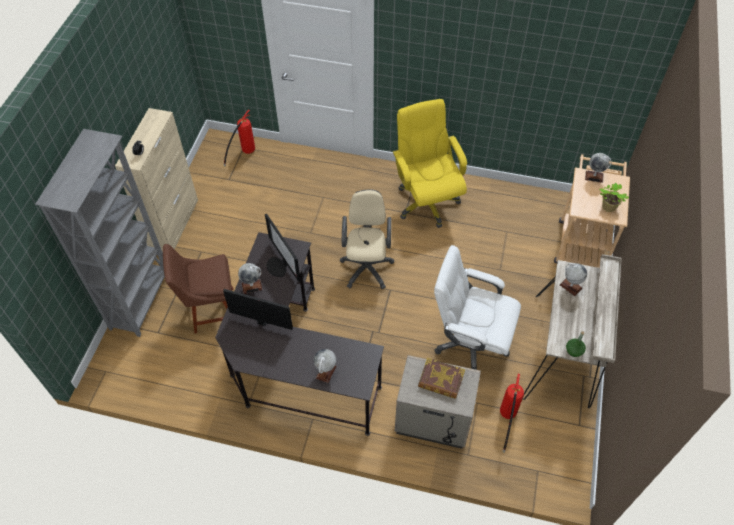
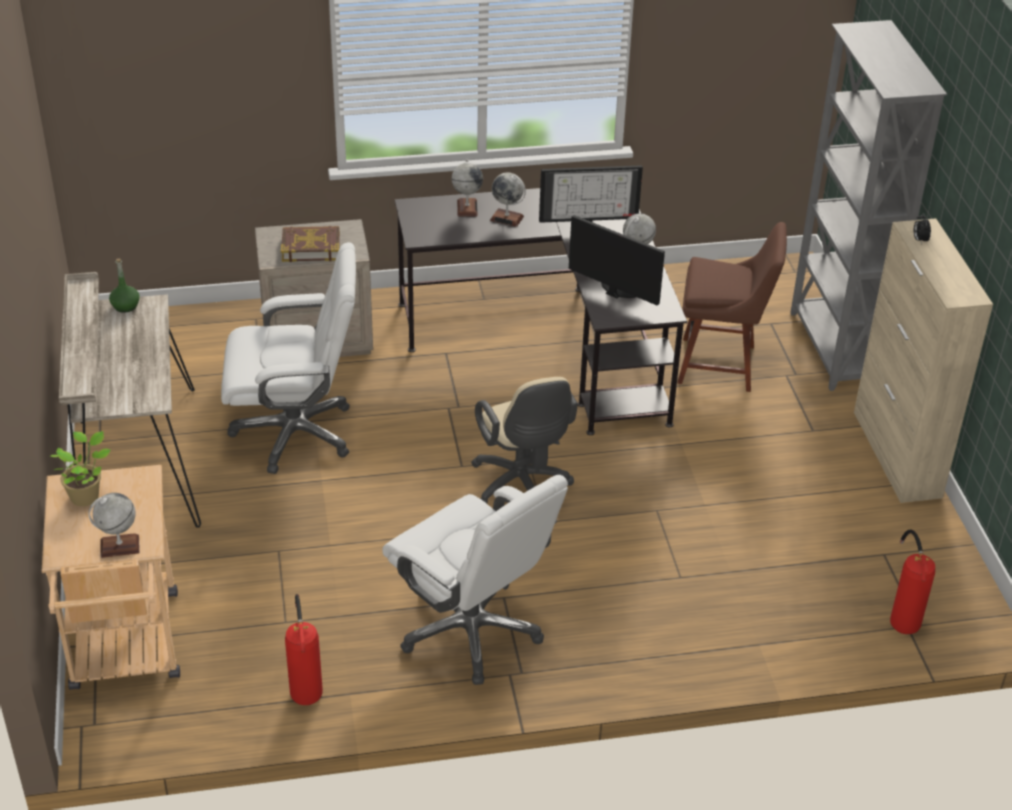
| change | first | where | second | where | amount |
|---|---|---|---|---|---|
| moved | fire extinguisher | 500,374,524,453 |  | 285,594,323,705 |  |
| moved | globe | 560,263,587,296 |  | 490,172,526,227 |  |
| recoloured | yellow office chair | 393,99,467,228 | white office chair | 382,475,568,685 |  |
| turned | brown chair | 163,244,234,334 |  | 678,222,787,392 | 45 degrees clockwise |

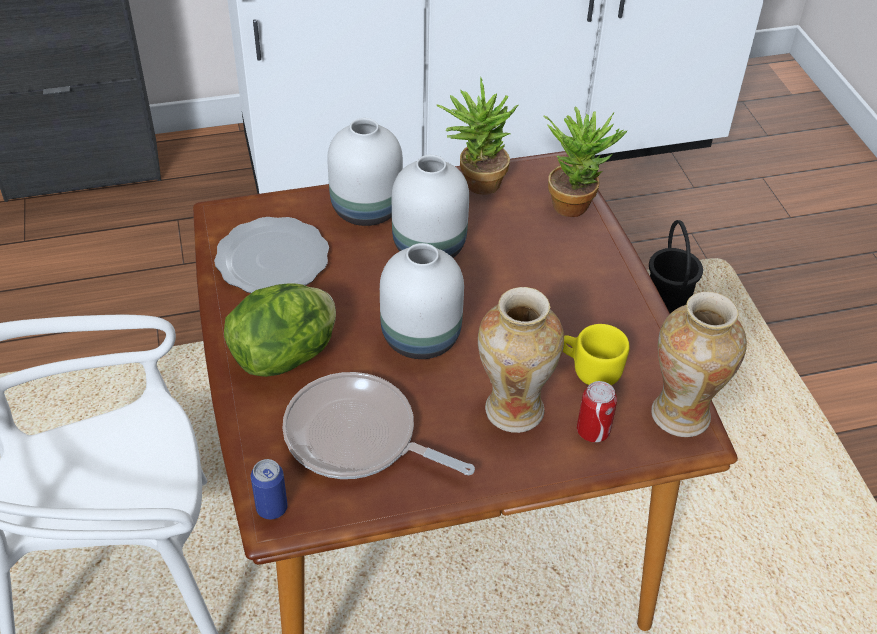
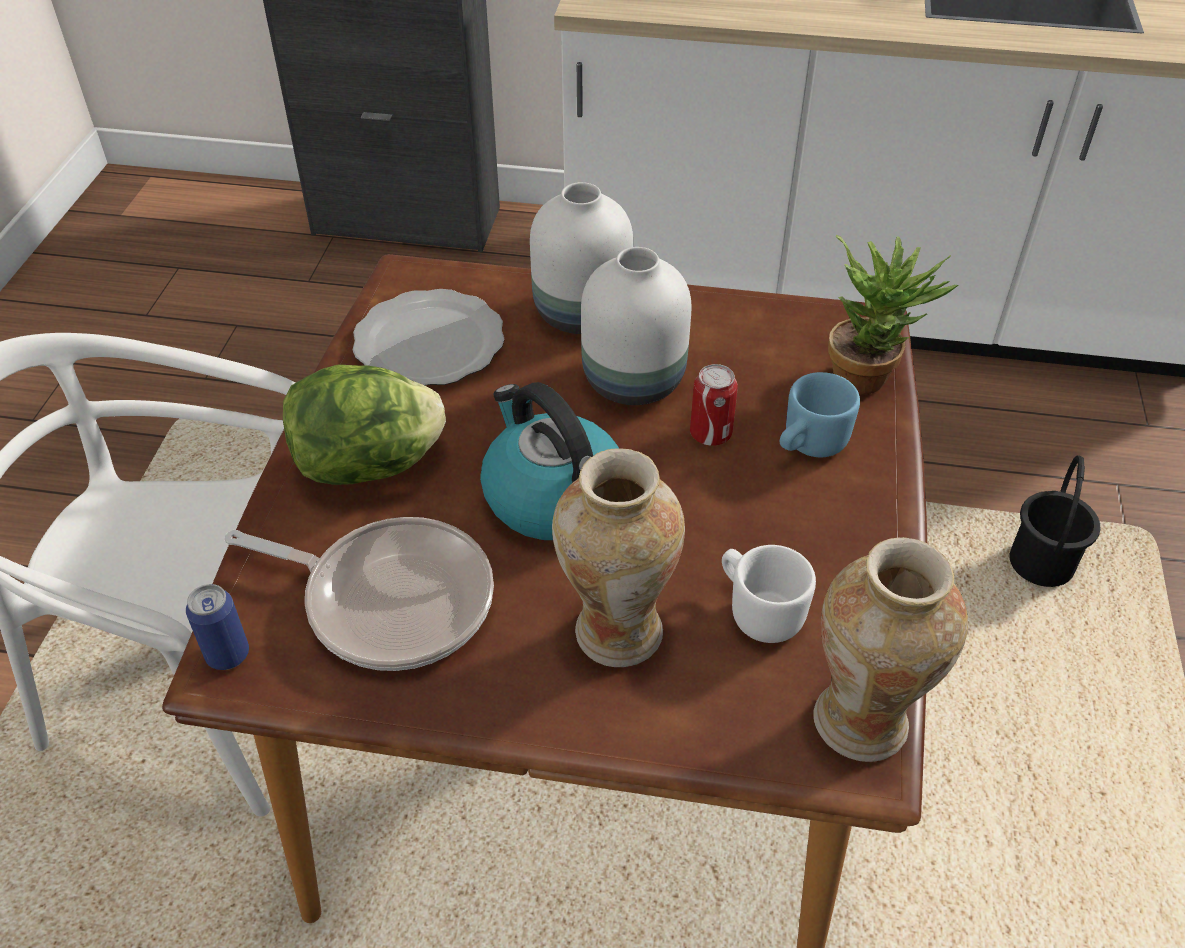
| change | first | where | second | where | amount |
|---|---|---|---|---|---|
| removed | potted plant | 436,77,519,195 |  |  |  |
| added |  |  | blue mug | 780,372,860,457 |  |
| moved | can | 577,381,617,442 |  | 690,364,738,446 |  |
| replaced | white vase | 380,243,464,359 | kettle | 480,382,619,540 |  |
| recoloured | yellow mug | 563,324,630,385 | white mug | 722,545,816,643 |  |
| turned | frying pan | 283,372,475,479 |  | 225,517,494,671 | 150 degrees clockwise |

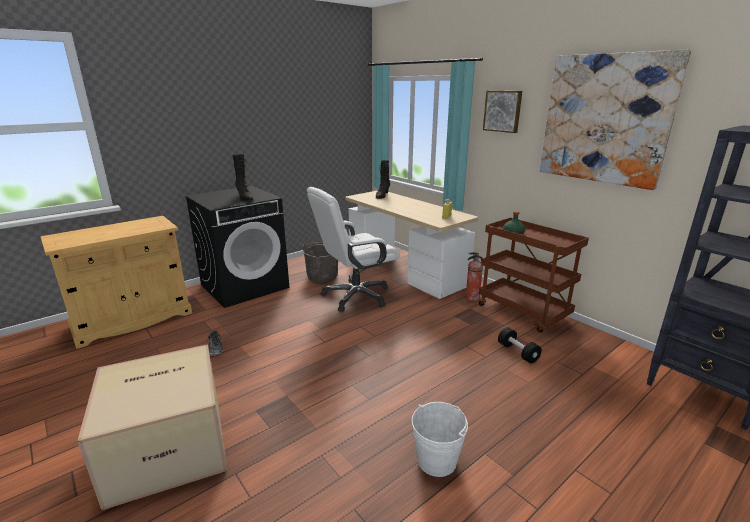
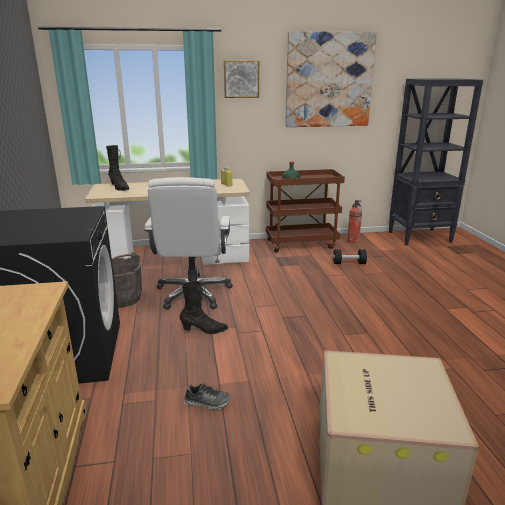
| change | first | where | second | where | amount |
|---|---|---|---|---|---|
| removed | white bucket | 412,402,468,477 |  |  |  |
| moved | black boot | 233,154,254,201 |  | 180,281,228,334 |  |
| moved | fire extinguisher | 466,252,483,301 |  | 347,200,362,243 |  |

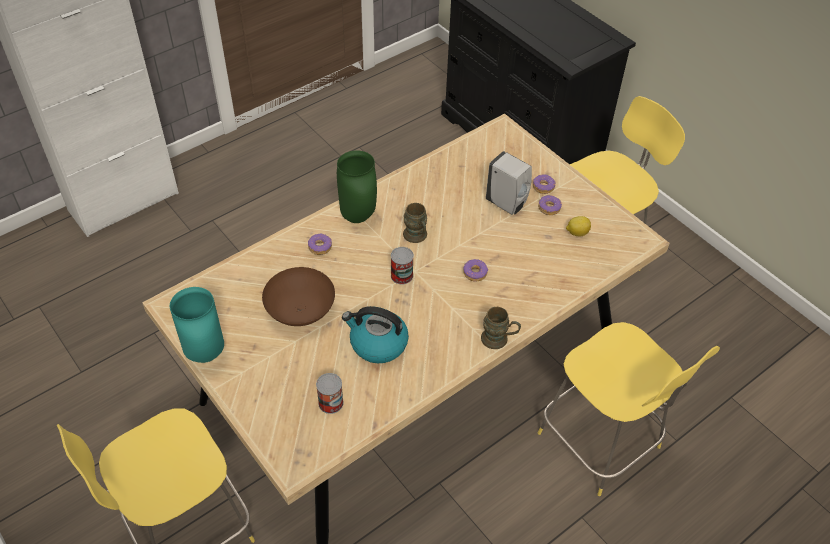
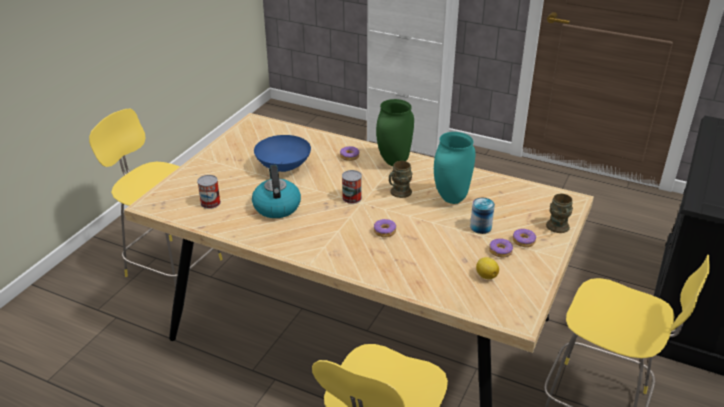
| change | first | where | second | where | amount |
|---|---|---|---|---|---|
| moved | turquoise vase | 170,287,224,363 |  | 434,132,475,204 |  |
| moved | brown mug | 481,307,521,349 |  | 546,194,573,233 |  |
| replaced | white soap dispenser | 486,151,532,215 | can | 470,198,495,234 |  |
| recoloured | brown bowl | 262,267,335,326 | blue bowl | 254,135,311,172 |  |

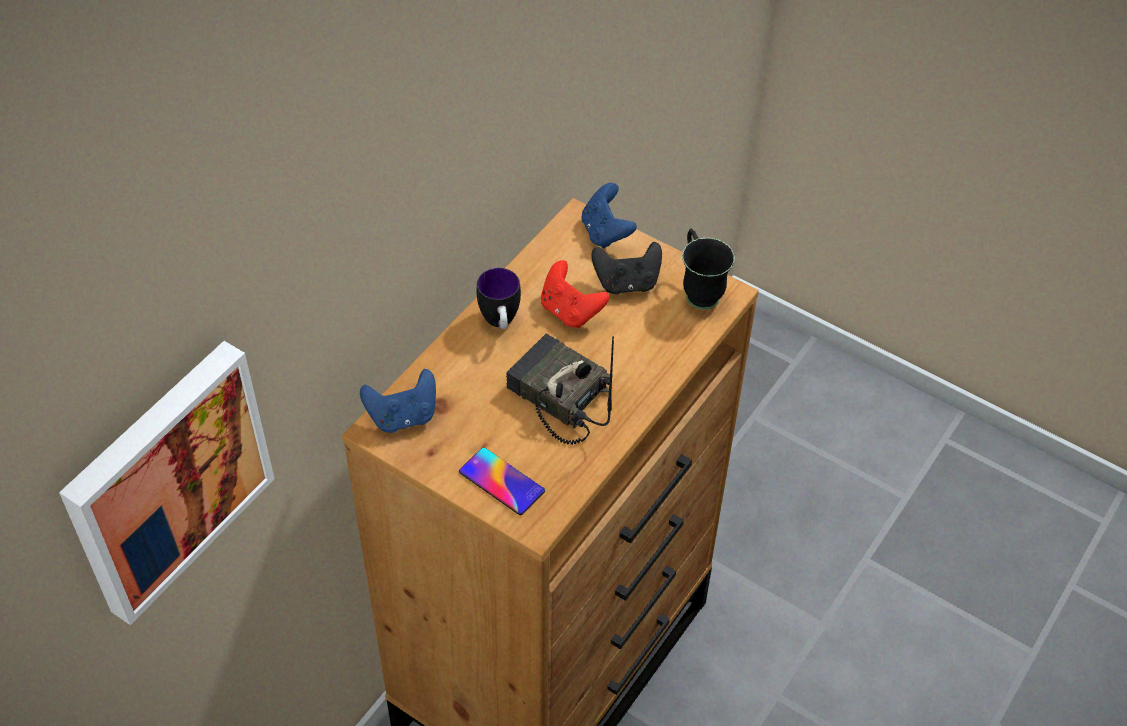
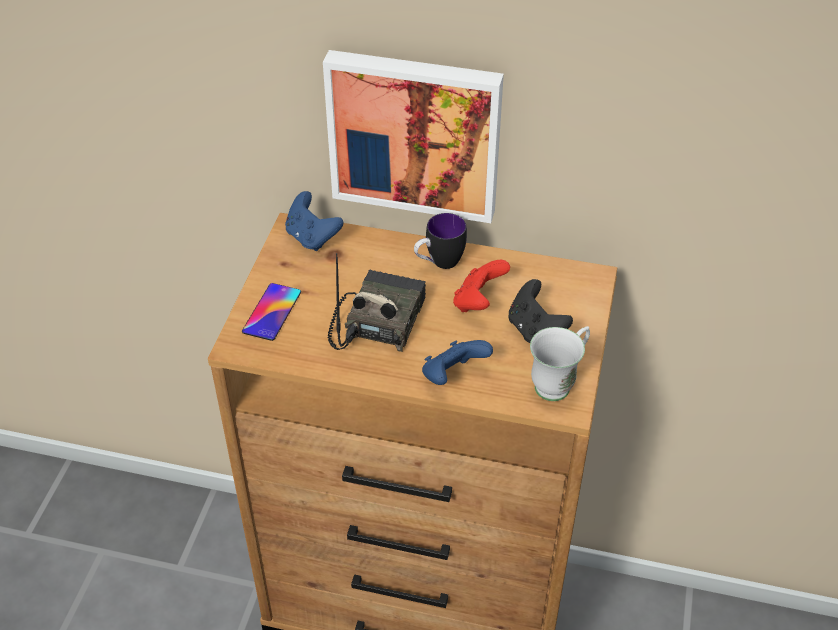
| change | first | where | second | where | amount |
|---|---|---|---|---|---|
| moved | picture | 59,341,275,625 |  | 323,50,504,223 |  |
| moved | blue game controller | 581,183,637,249 |  | 422,340,493,385 |  |
| recoloured | black mug | 682,229,735,310 | white mug | 530,326,590,401 |  |

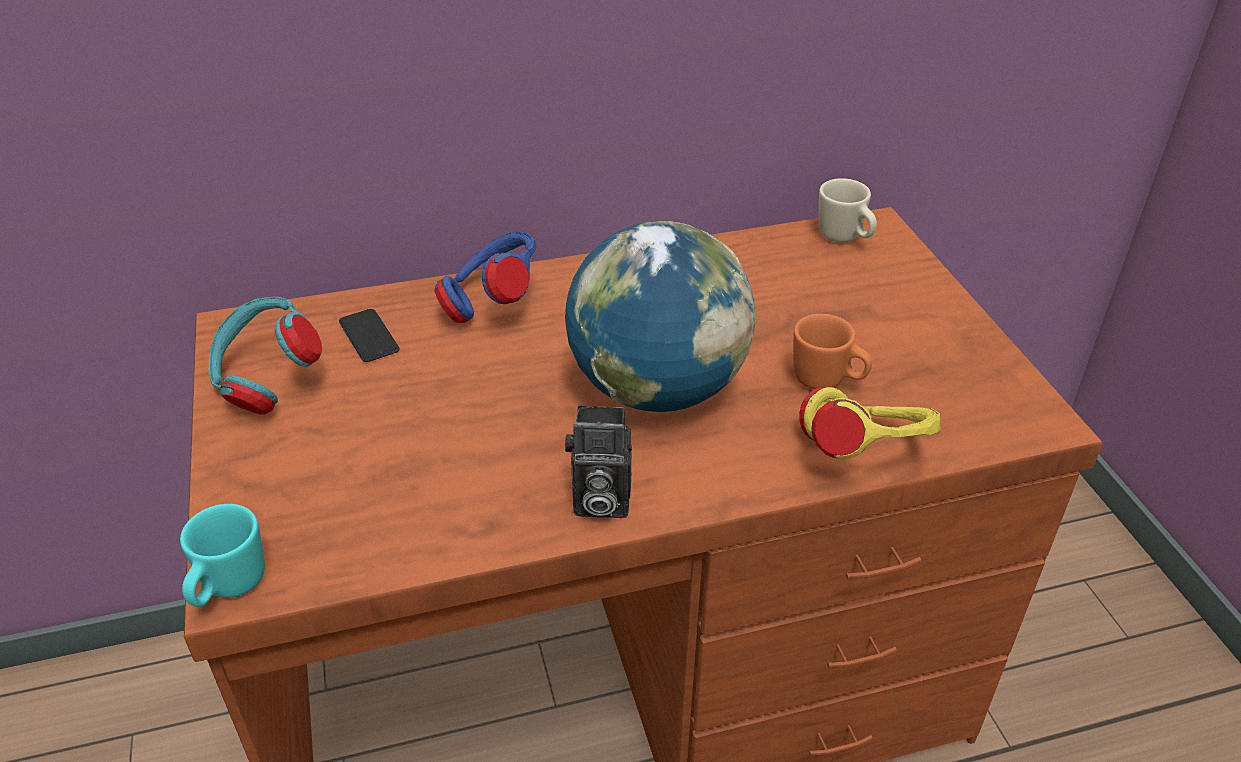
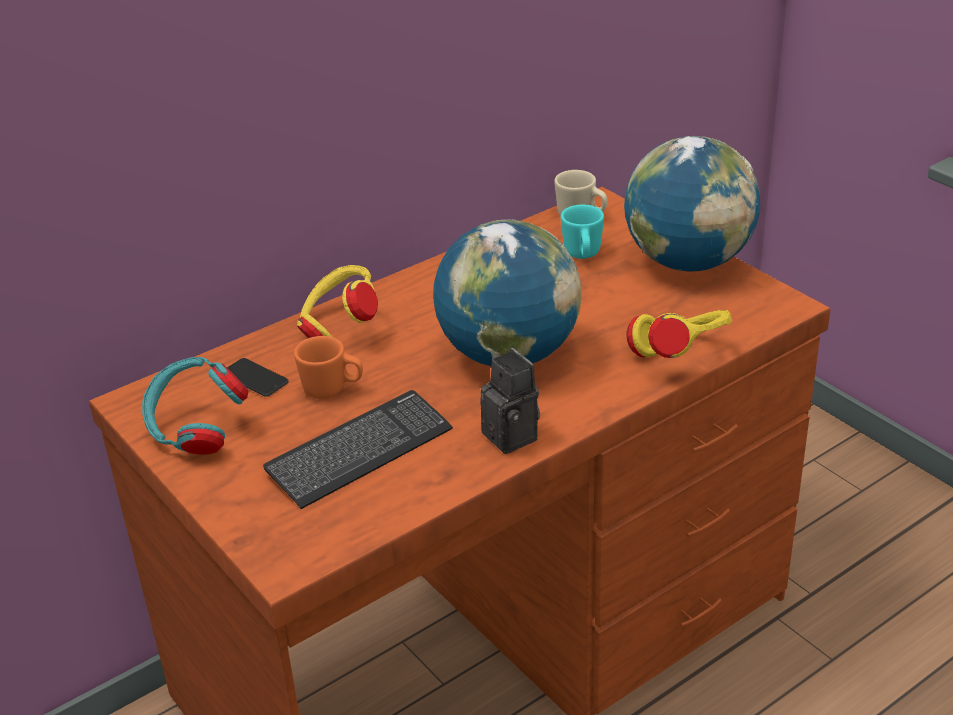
| change | first | where | second | where | amount |
|---|---|---|---|---|---|
| added |  |  | keyboard | 263,390,453,509 |  |
| added |  |  | globe | 624,136,760,272 |  |
| moved | turquoise mug | 180,504,265,607 |  | 561,205,604,259 |  |
| moved | orange mug | 793,314,872,389 |  | 294,336,363,399 |  |
| recoloured | blue headphones | 434,232,537,323 | yellow headphones | 297,265,378,338 |  |
| turned | photo camera | 565,405,632,518 |  | 480,348,540,454 | 105 degrees counterclockwise |

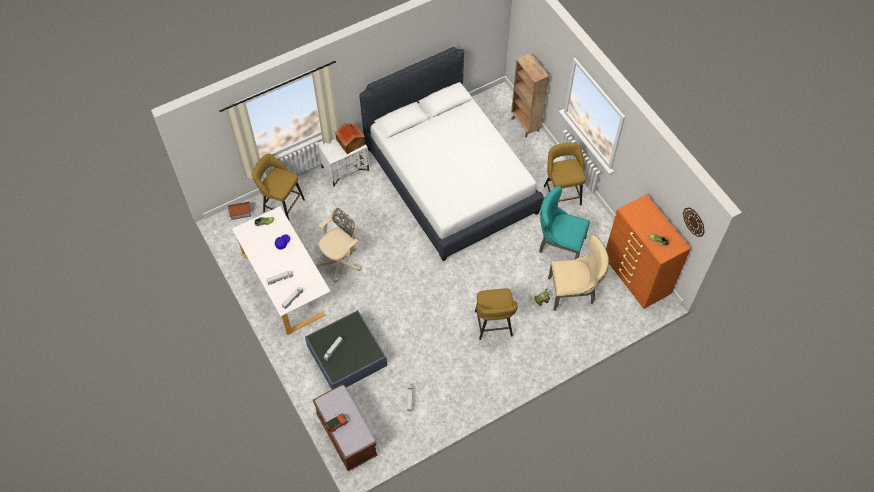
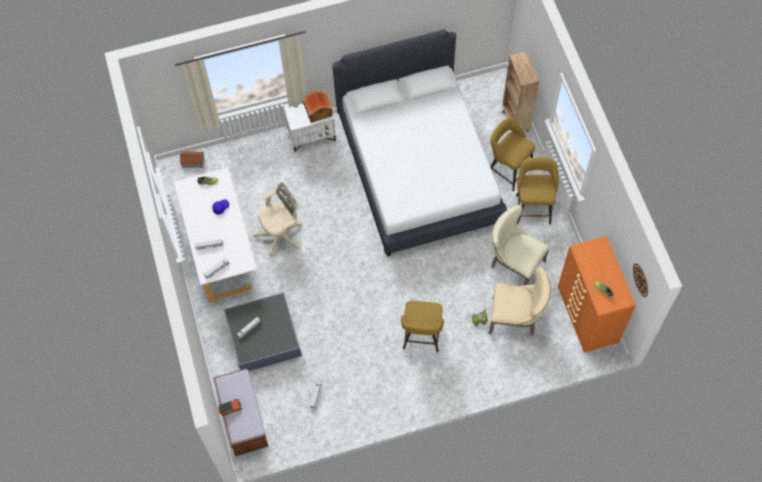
| change | first | where | second | where | amount |
|---|---|---|---|---|---|
| moved | yellow stool | 252,154,305,222 |  | 490,117,535,191 |  |
| recoloured | turquoise chair | 539,186,590,259 | beige chair | 491,205,550,285 |  |

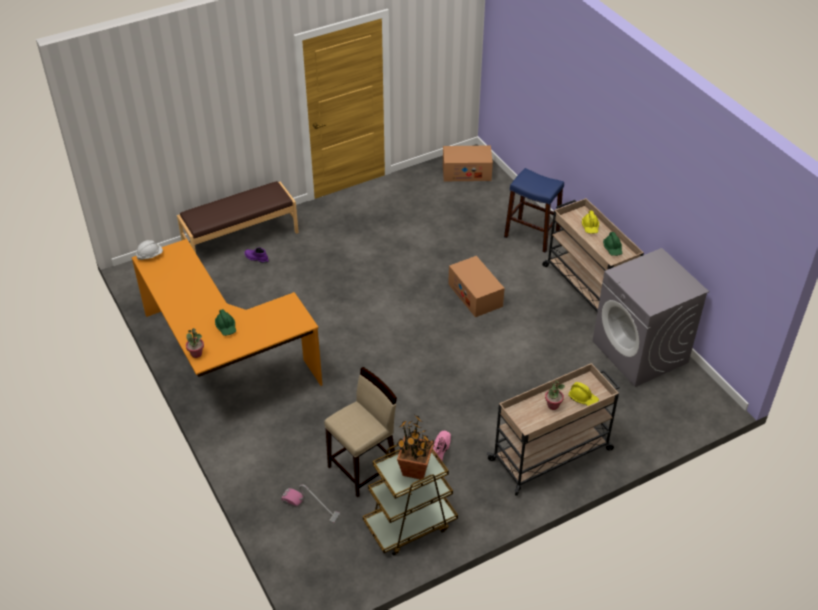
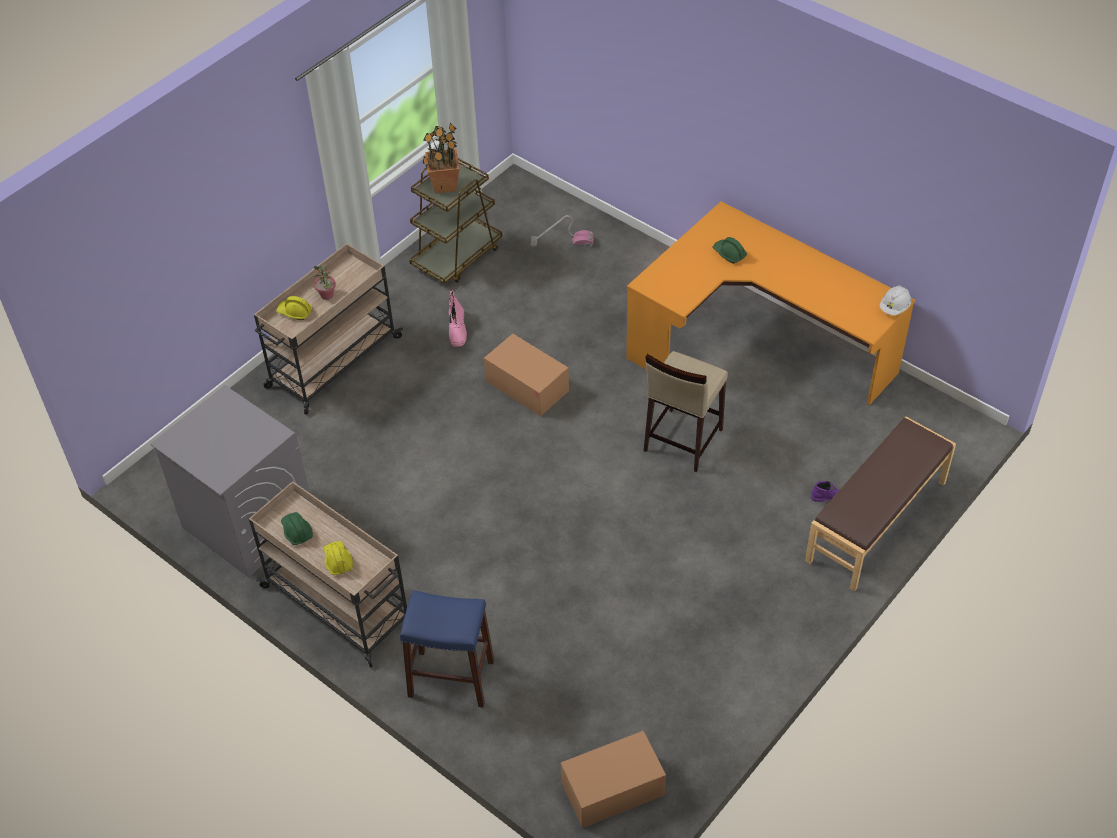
| change | first | where | second | where | amount |
|---|---|---|---|---|---|
| removed | potted plant | 186,328,204,358 |  |  |  |
| moved | beige stool | 324,367,397,498 |  | 644,351,728,472 |  |
| moved | cardboard box | 448,256,505,317 |  | 484,334,569,416 |  |

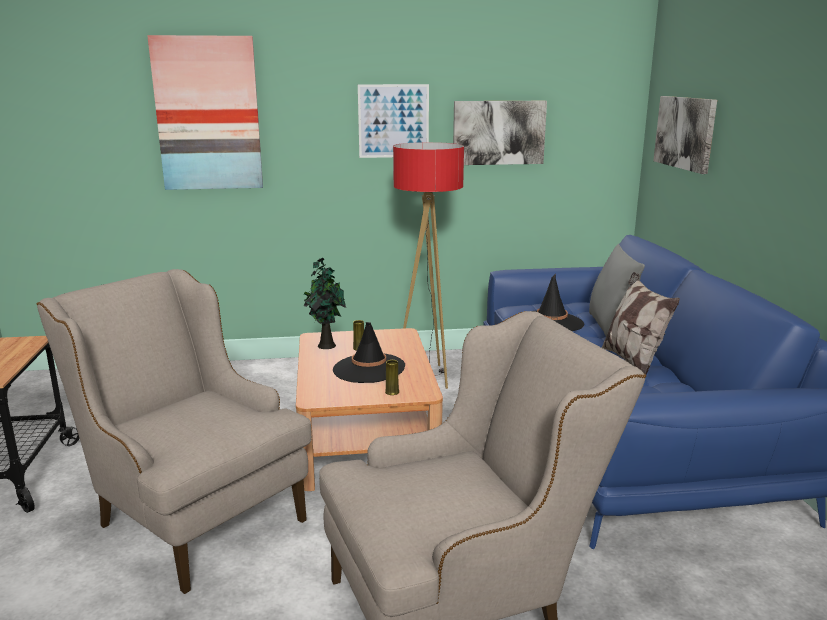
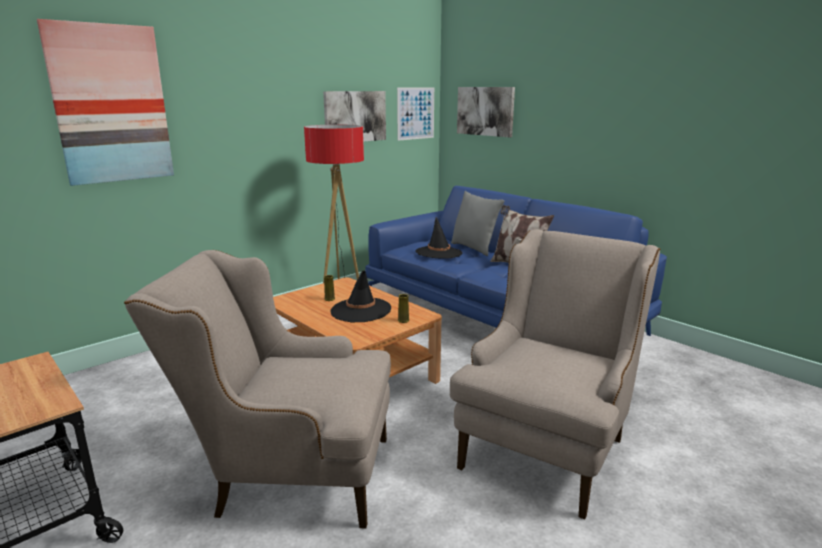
| change | first | where | second | where | amount |
|---|---|---|---|---|---|
| removed | potted plant | 304,258,346,349 |  |  |  |
| moved | picture | 358,84,429,158 |  | 397,87,434,141 |  |

